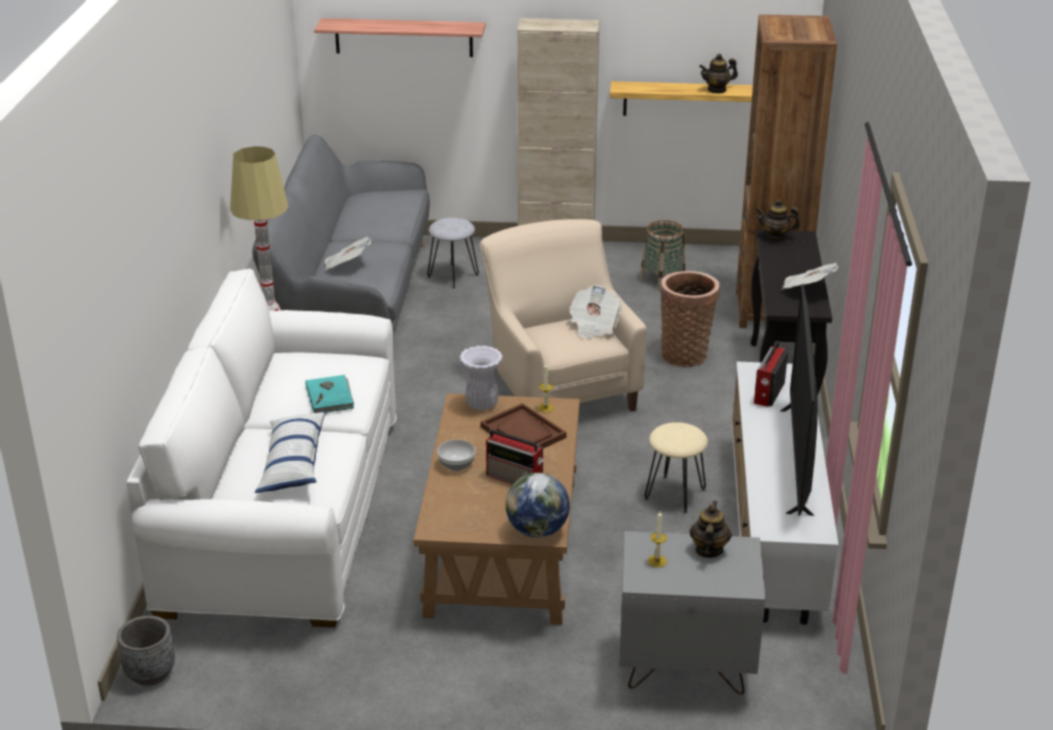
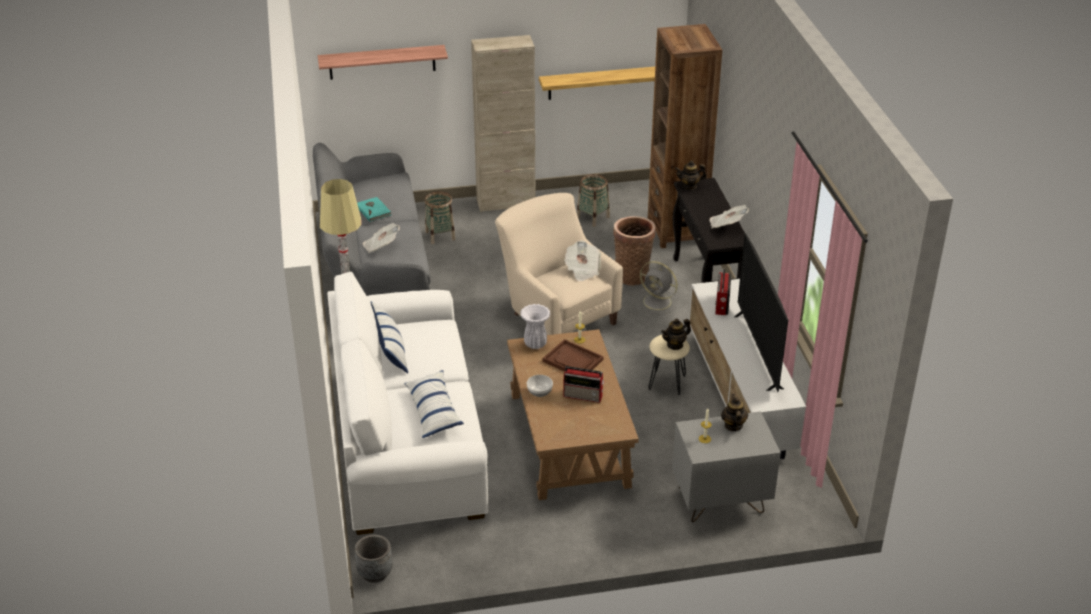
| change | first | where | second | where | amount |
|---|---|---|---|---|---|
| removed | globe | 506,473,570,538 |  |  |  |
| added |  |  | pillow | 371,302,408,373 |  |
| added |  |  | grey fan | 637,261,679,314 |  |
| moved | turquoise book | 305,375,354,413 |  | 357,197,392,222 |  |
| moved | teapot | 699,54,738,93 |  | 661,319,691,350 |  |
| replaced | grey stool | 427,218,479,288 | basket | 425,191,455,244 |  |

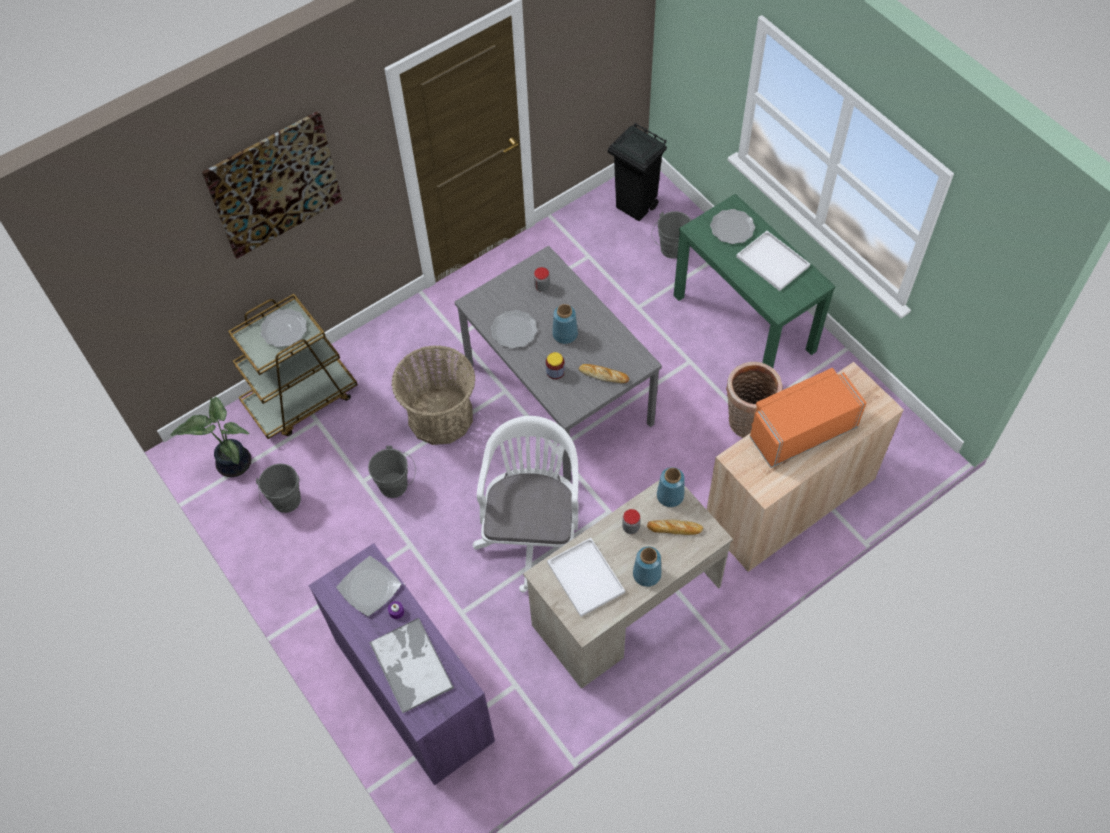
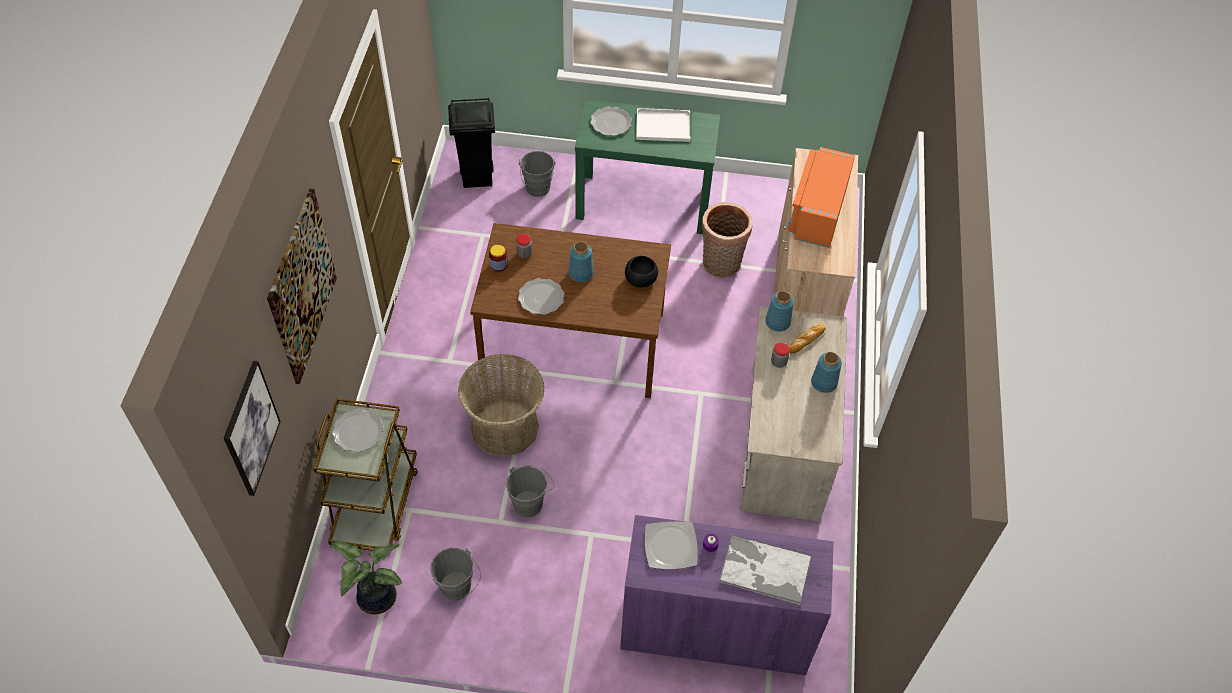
| change | first | where | second | where | amount |
|---|---|---|---|---|---|
| removed | white office chair | 473,416,578,592 |  |  |  |
| removed | white tray | 547,538,625,617 |  |  |  |
| added |  |  | picture | 224,361,281,496 |  |
| moved | jar | 546,352,565,379 |  | 489,245,508,272 |  |
| replaced | bread | 579,364,629,383 | black bowl | 625,256,658,288 |  |
| recoloured | grey dining table | 455,246,662,481 | brown dining table | 470,223,671,398 |  |

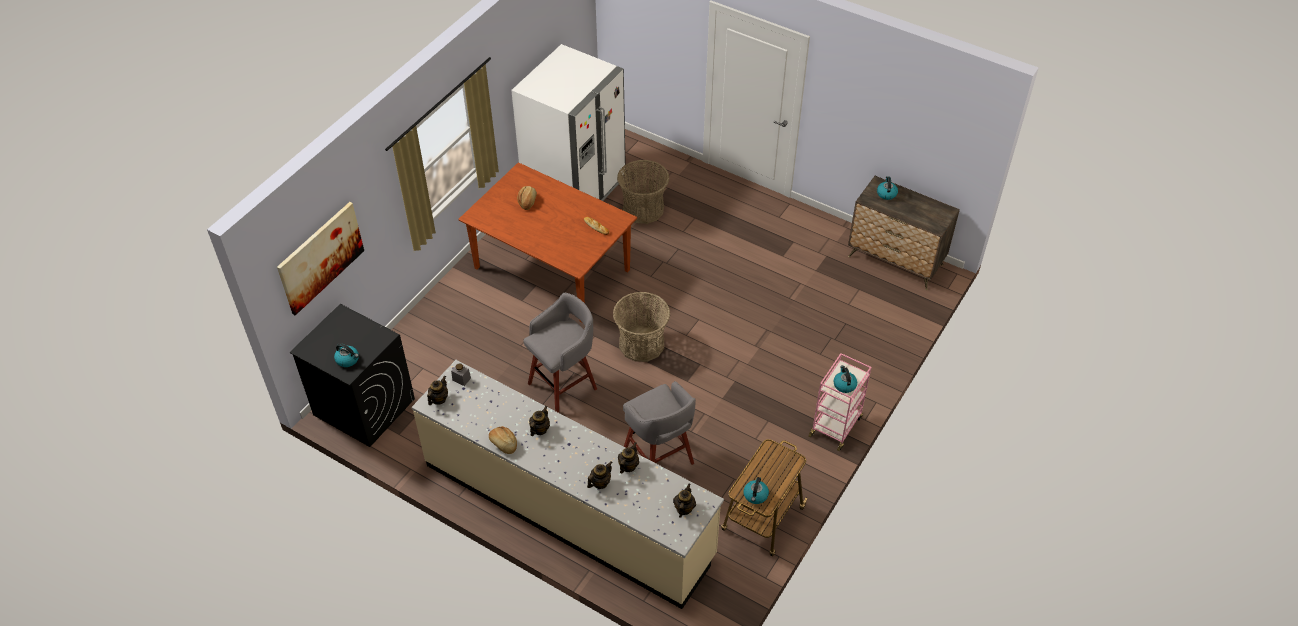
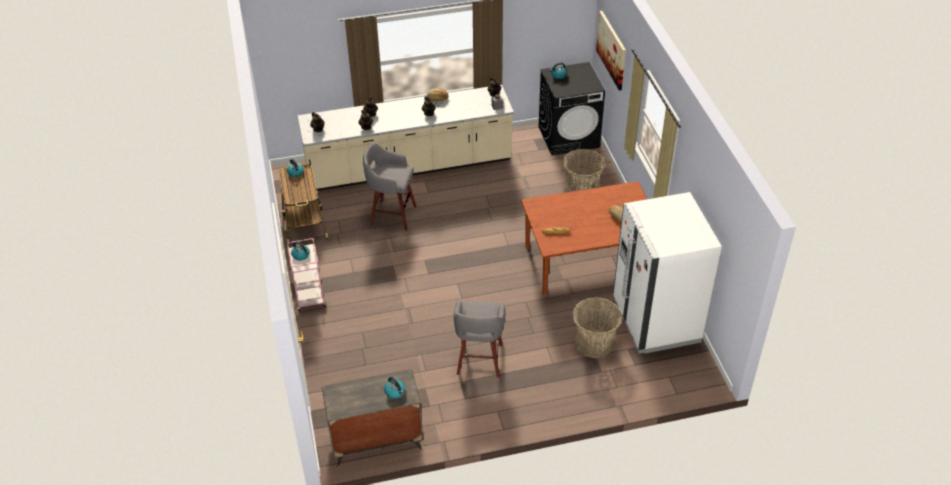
| change | first | where | second | where | amount |
|---|---|---|---|---|---|
| moved | grey stool | 523,293,597,413 |  | 453,300,506,378 |  |
| moved | basket | 613,292,670,362 |  | 563,149,606,192 |  |

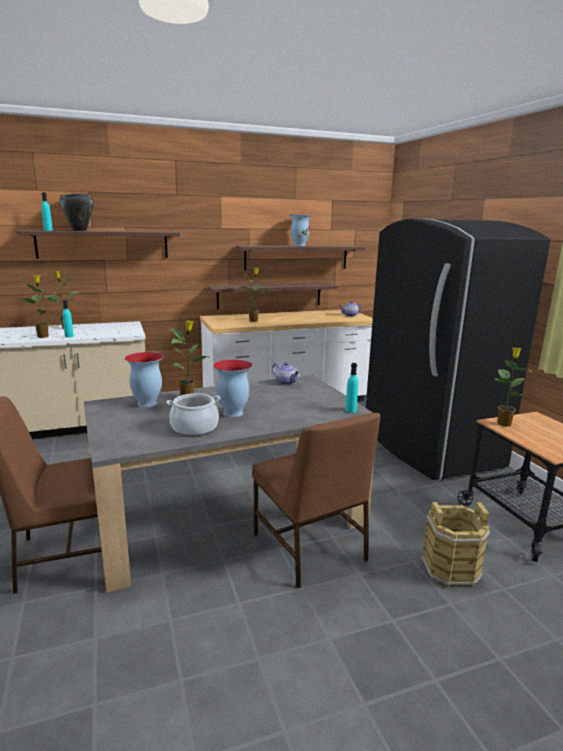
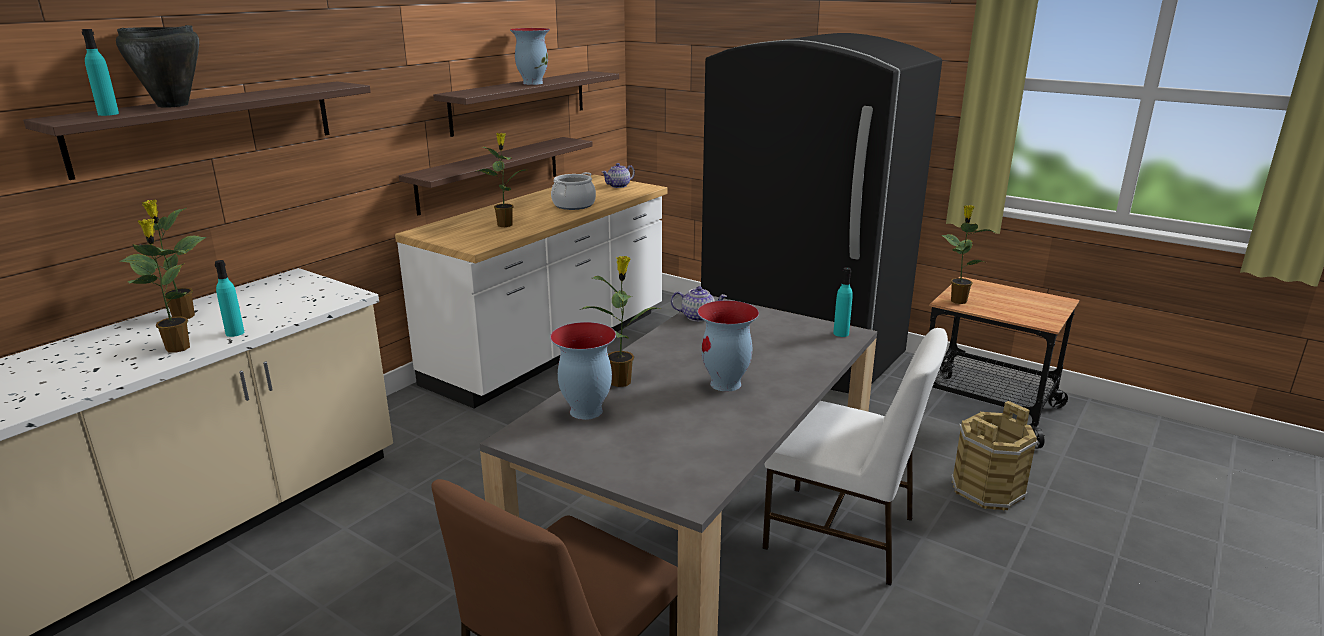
| change | first | where | second | where | amount |
|---|---|---|---|---|---|
| moved | cooking pot | 166,393,221,436 |  | 551,172,596,210 |  |
| recoloured | brown chair | 252,413,381,588 | white chair | 762,328,948,586 |  |

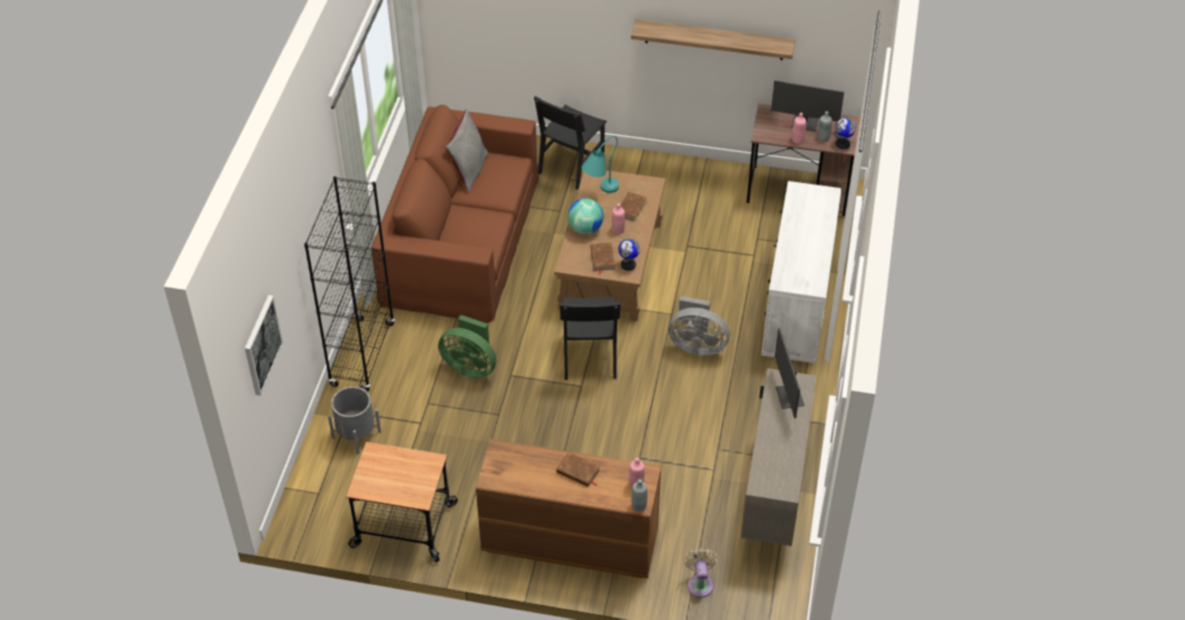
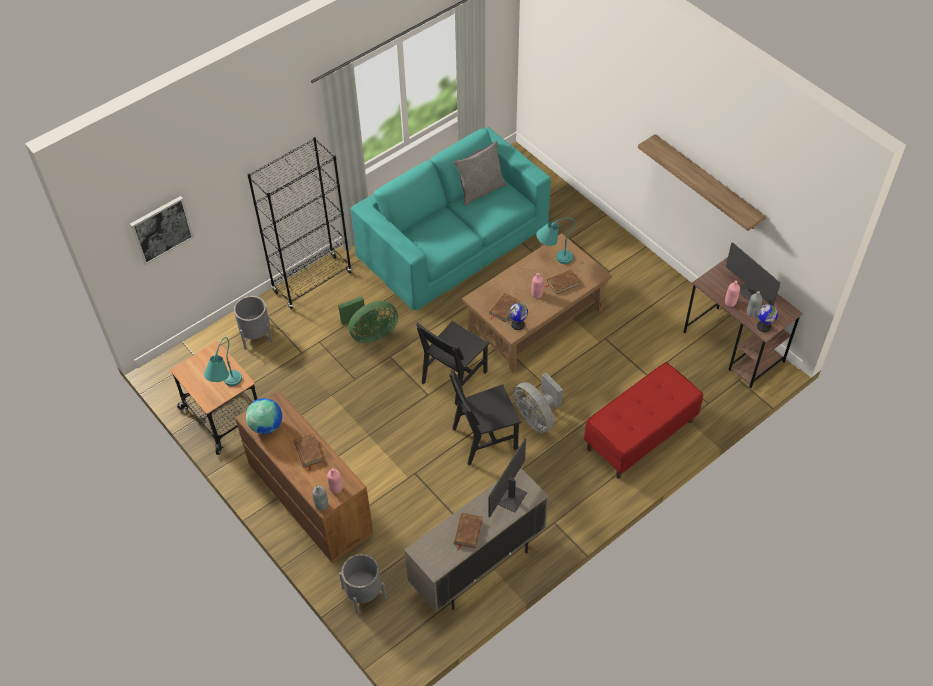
| change | first | where | second | where | amount |
|---|---|---|---|---|---|
| added |  |  | turquoise table lamp | 204,337,242,386 |  |
| added |  |  | brown book | 454,513,482,551 |  |
| moved | black chair | 534,96,607,190 |  | 449,369,521,465 |  |
| moved | globe | 567,198,604,235 |  | 246,398,282,434 |  |
| replaced | beige fan | 683,548,719,598 | grey planter | 339,554,386,614 |  |
| replaced | white dresser | 761,181,841,363 | red bench | 584,362,703,479 |  |
| recoloured | brown sofa | 371,105,539,323 | turquoise sofa | 351,127,551,311 |  |
| turned | green fan | 438,315,496,378 |  | 338,296,398,343 | 90 degrees counterclockwise |

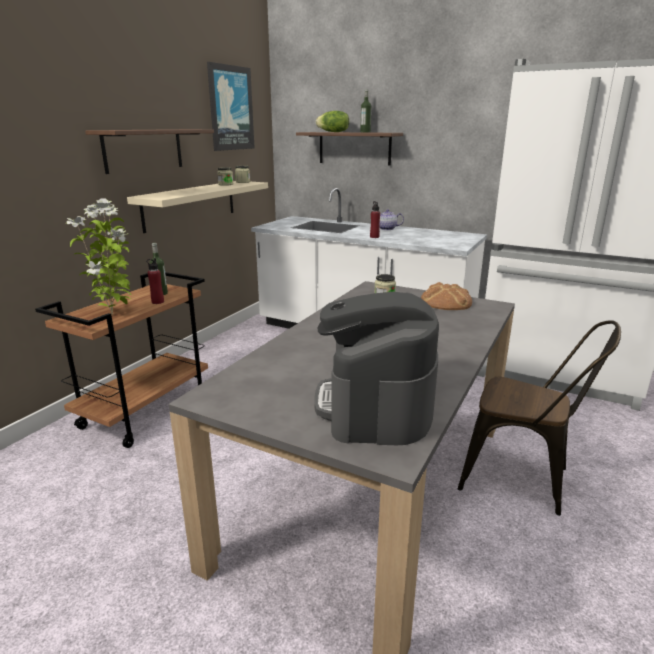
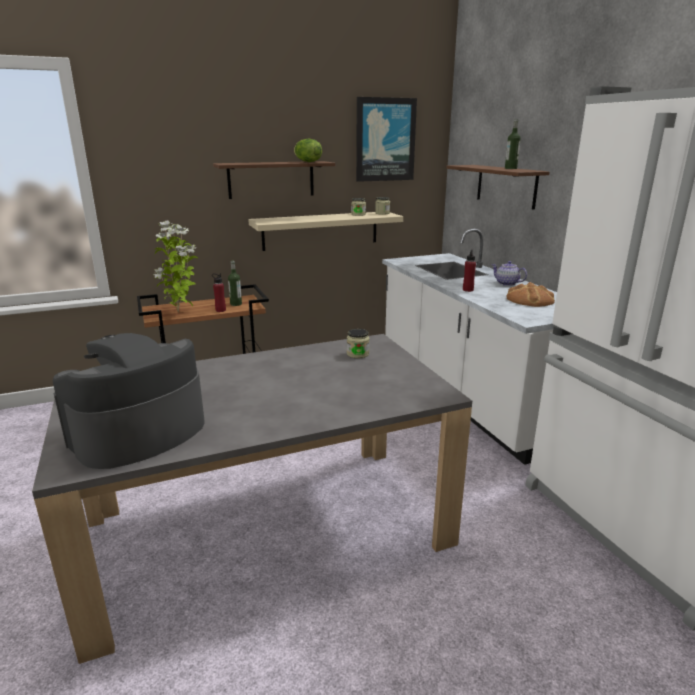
| change | first | where | second | where | amount |
|---|---|---|---|---|---|
| removed | brown chair | 457,320,621,516 |  |  |  |
| moved | lettuce | 316,111,349,132 |  | 294,139,322,162 |  |
| moved | bread | 421,282,472,310 |  | 506,282,555,307 |  |

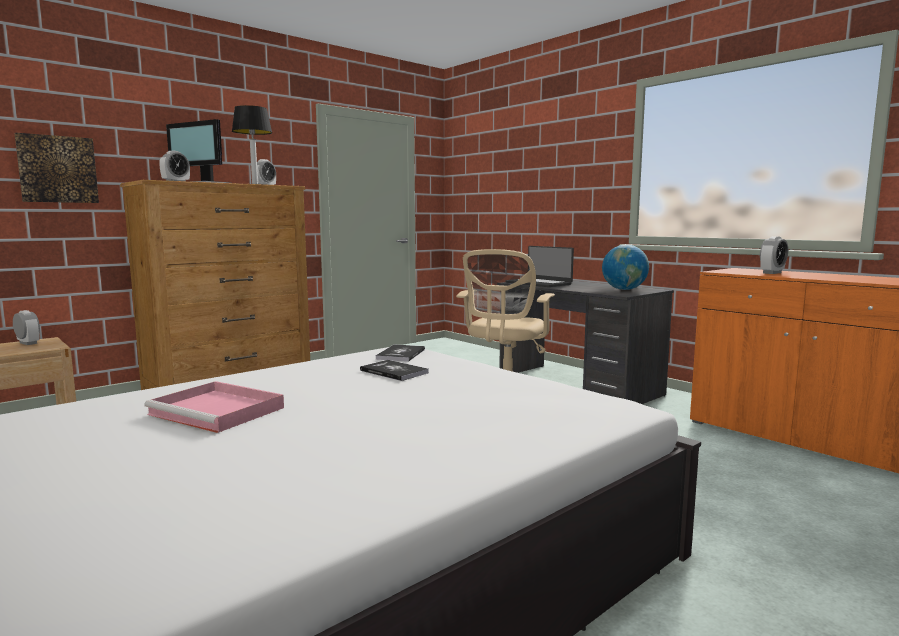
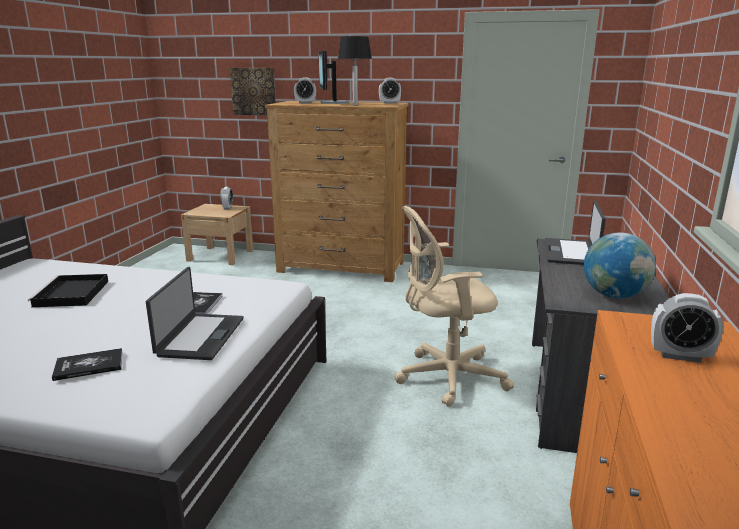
| change | first | where | second | where | amount |
|---|---|---|---|---|---|
| added |  |  | laptop | 146,267,244,360 |  |
| moved | book | 375,344,425,362 |  | 52,348,123,381 |  |
| recoloured | pink tray | 144,381,284,433 | black tray | 28,274,108,307 |  |

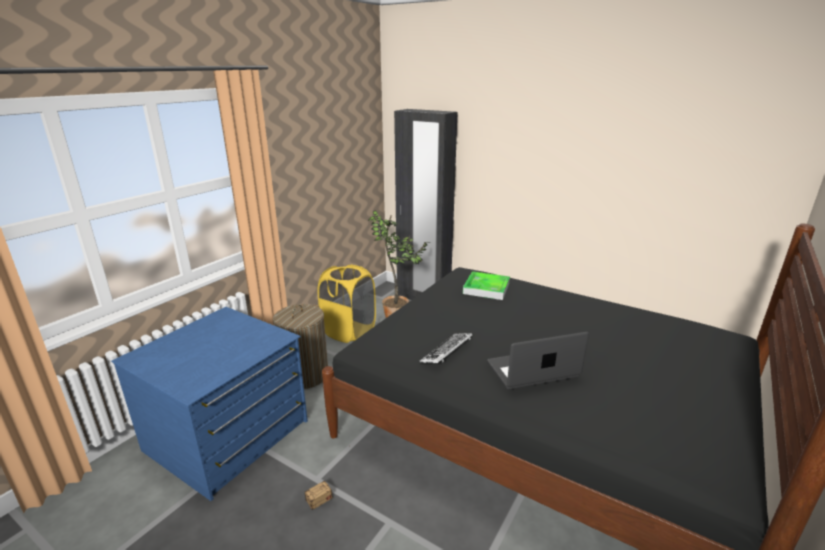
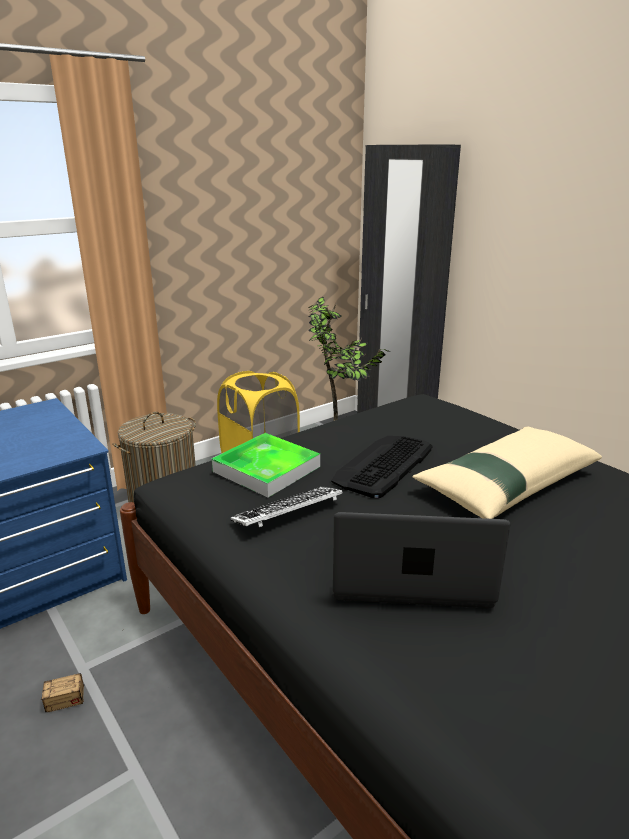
| change | first | where | second | where | amount |
|---|---|---|---|---|---|
| added |  |  | keyboard | 331,436,433,498 |  |
| added |  |  | beige pillow | 413,427,602,519 |  |
| moved | tray | 463,271,510,300 |  | 212,433,320,497 |  |

